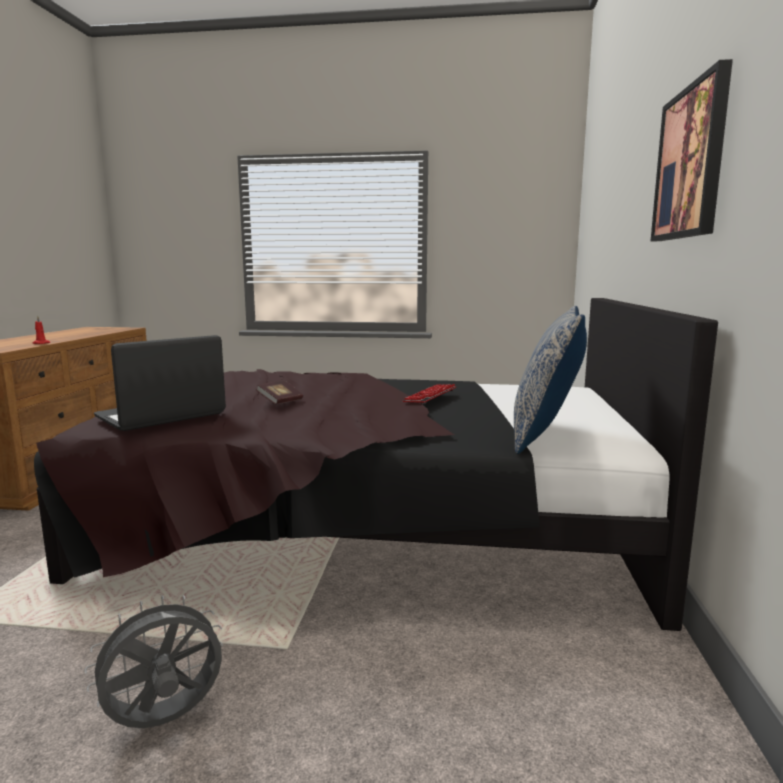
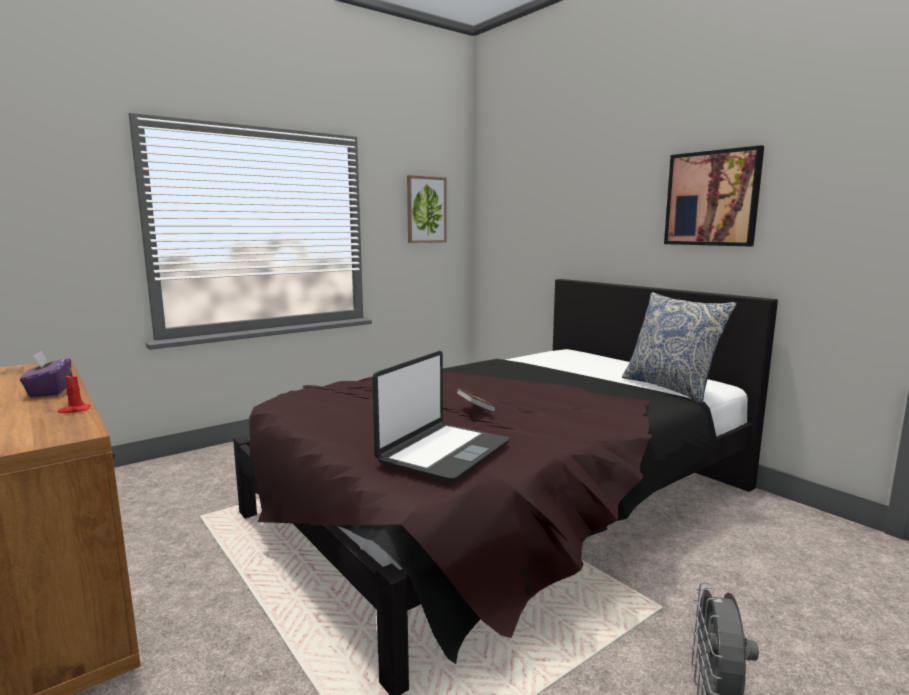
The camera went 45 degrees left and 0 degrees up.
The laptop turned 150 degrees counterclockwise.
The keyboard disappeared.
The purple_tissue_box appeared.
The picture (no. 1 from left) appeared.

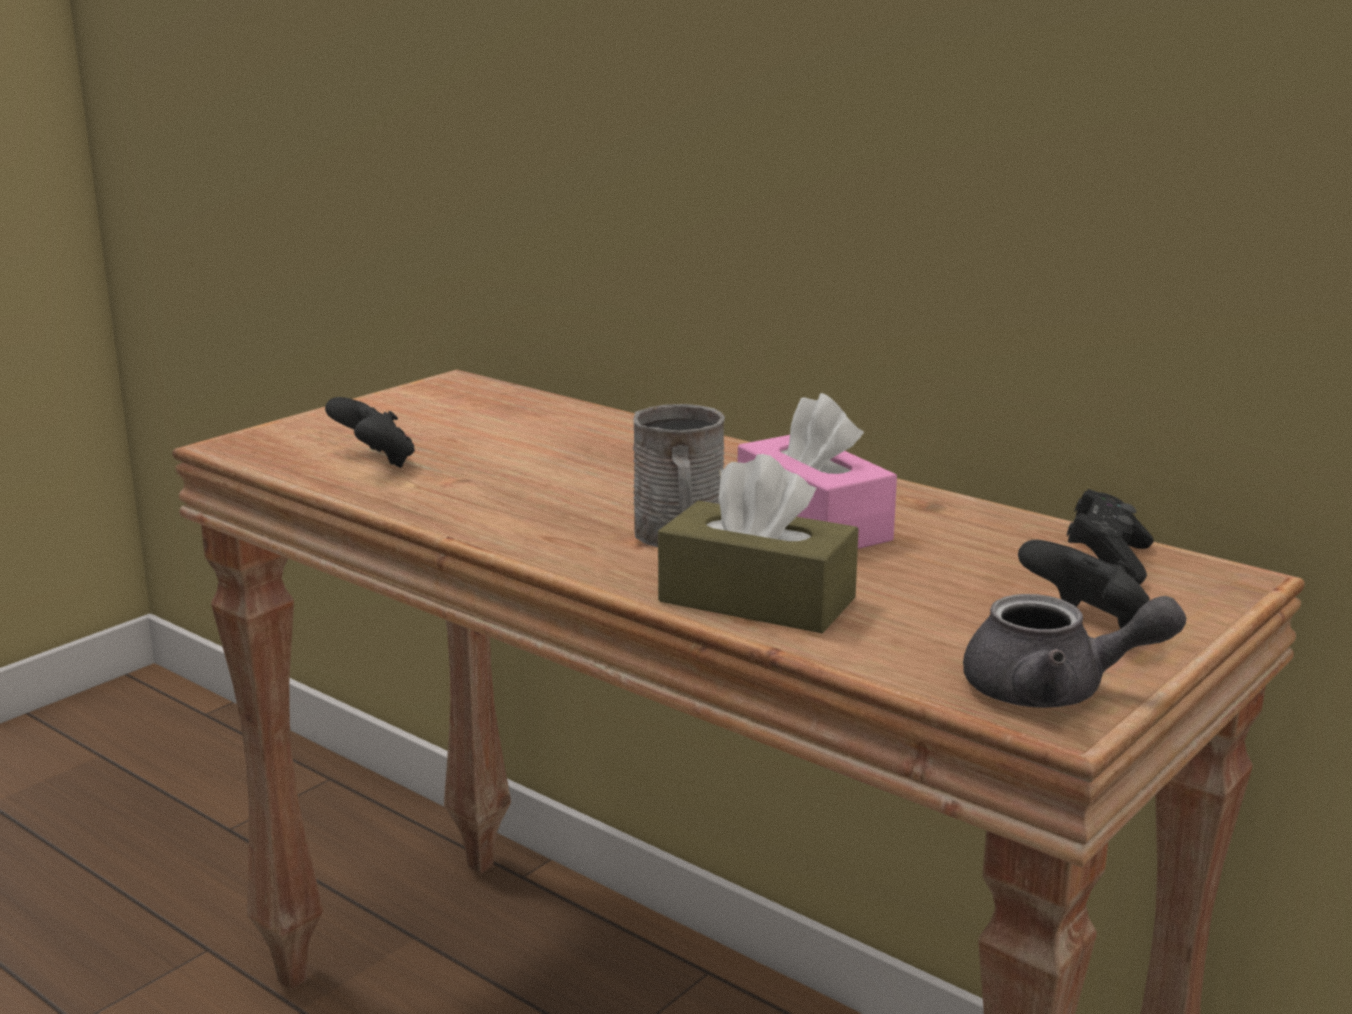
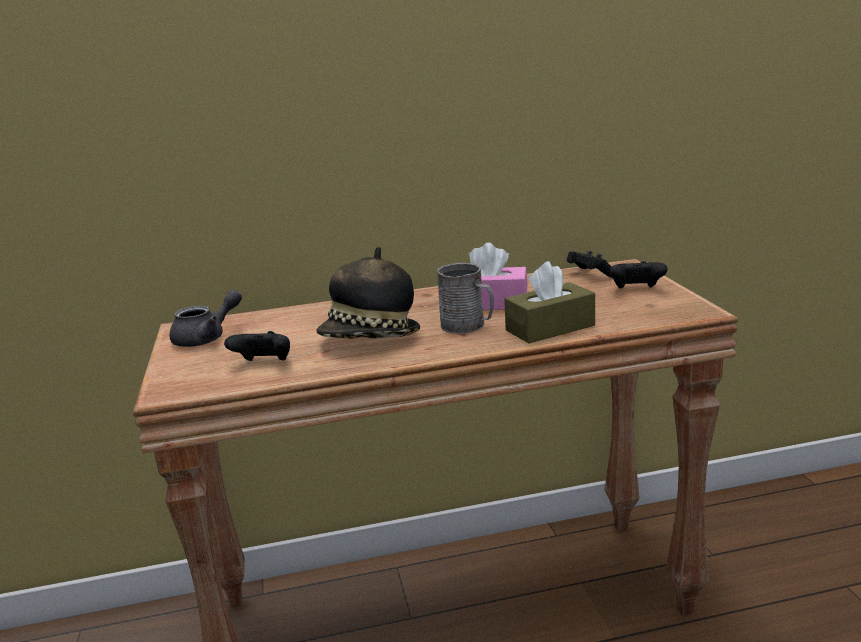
The camera went 50 degrees left and 0 degrees up.
The grey_teapot moved.
The hat appeared.

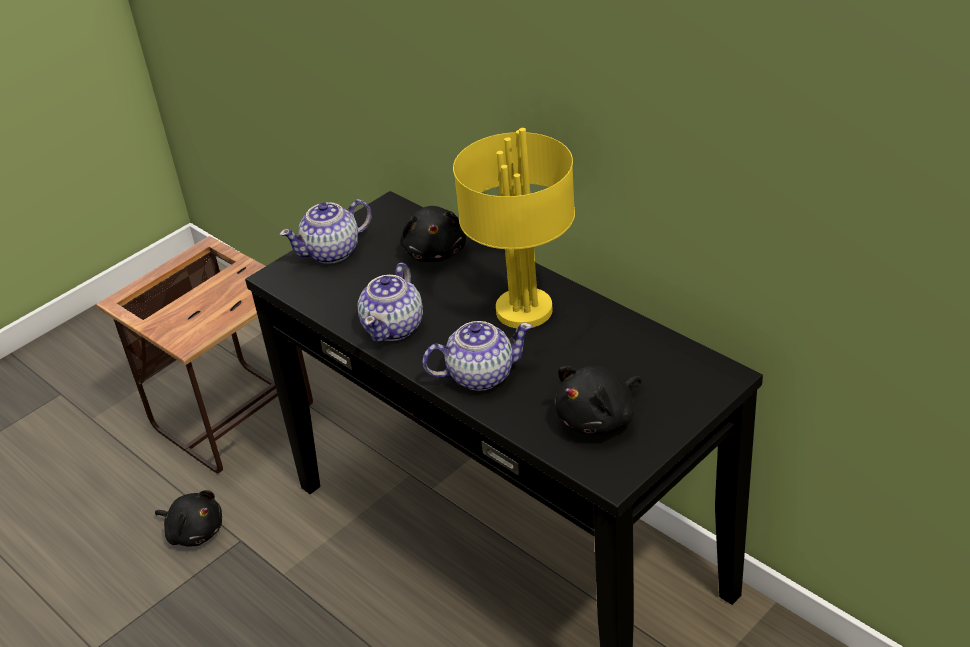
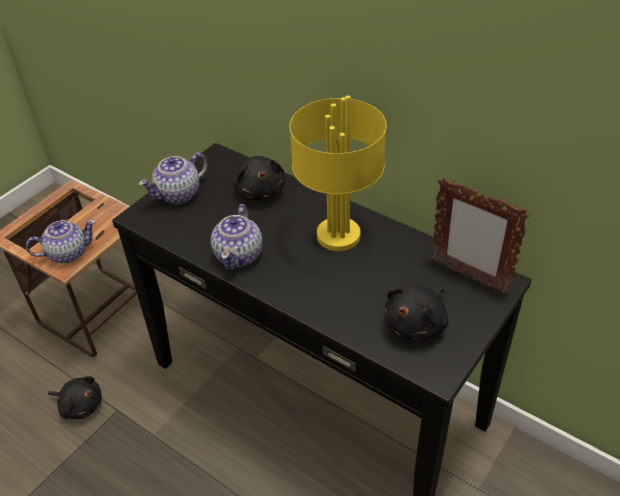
The camera went 10 degrees left and 5 degrees up.
The teapot (no. 3 from left in the first image) moved.
The picture_frame appeared.

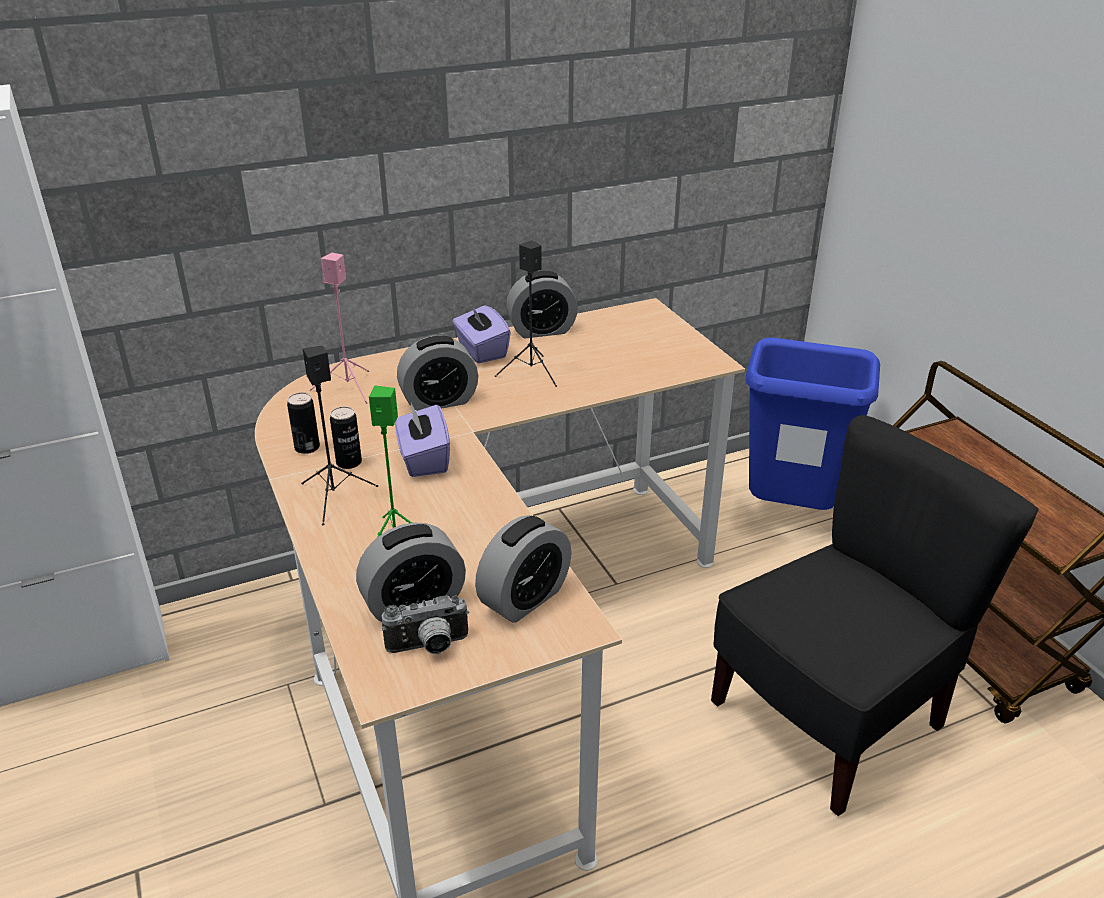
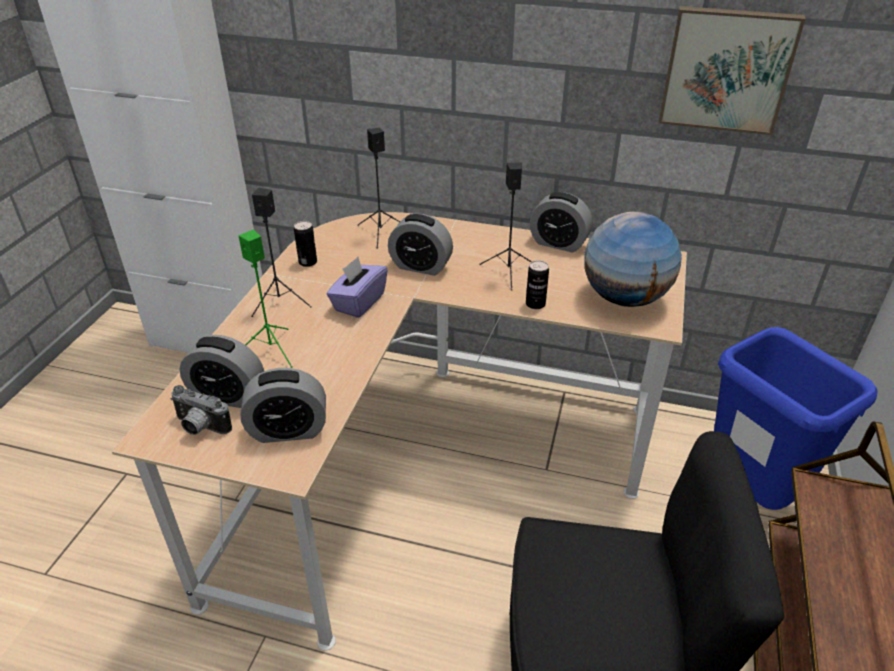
The camera went 40 degrees right and 5 degrees up.
The pink_speaker became the black_speaker (no. 2 from left).
The can (no. 2 from left) moved.
The purple_tissue_box (no. 2 from left) disappeared.
The globe appeared.
The picture appeared.

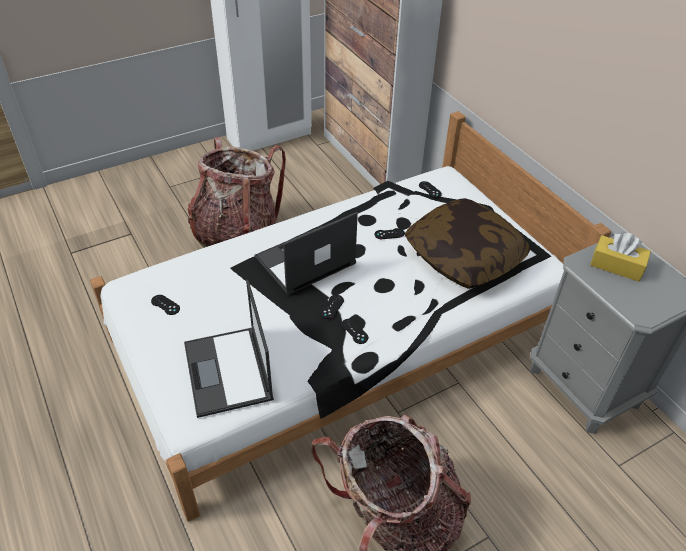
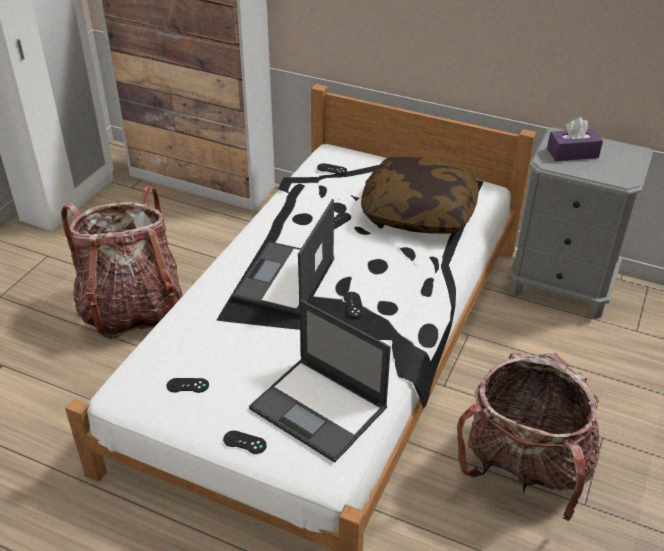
The camera went 35 degrees left and 5 degrees down.
The black_game_controller (no. 3 from left in the first image) moved.
The yellow_tissue_box became the purple_tissue_box.

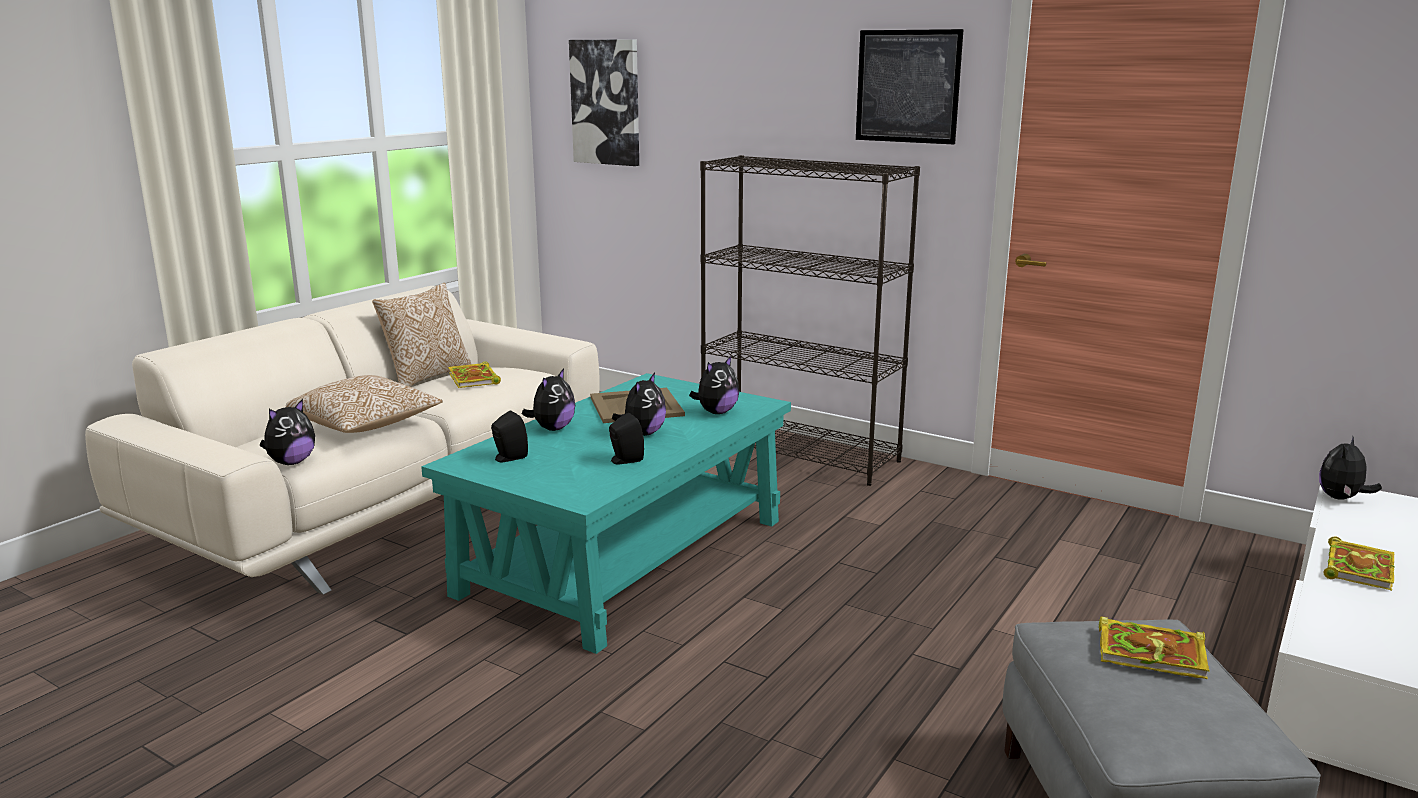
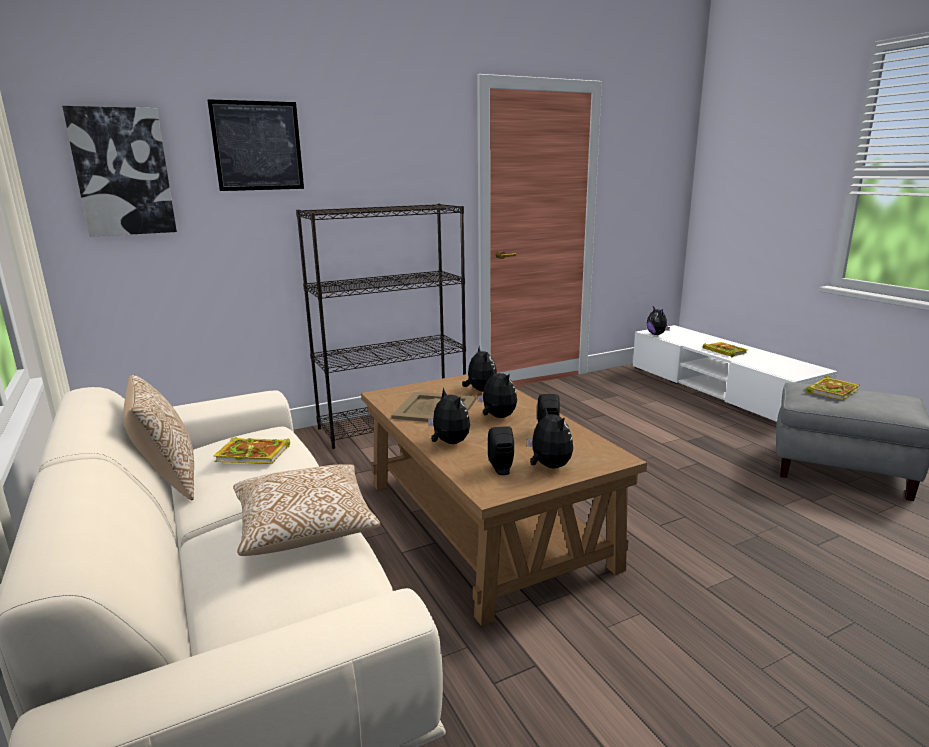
The camera went 60 degrees left and 0 degrees up.
The plush_toy (no. 1 from left in the first image) moved.
The turquoise_coffee_table became the brown_coffee_table.
The picture (no. 2 from left) moved.

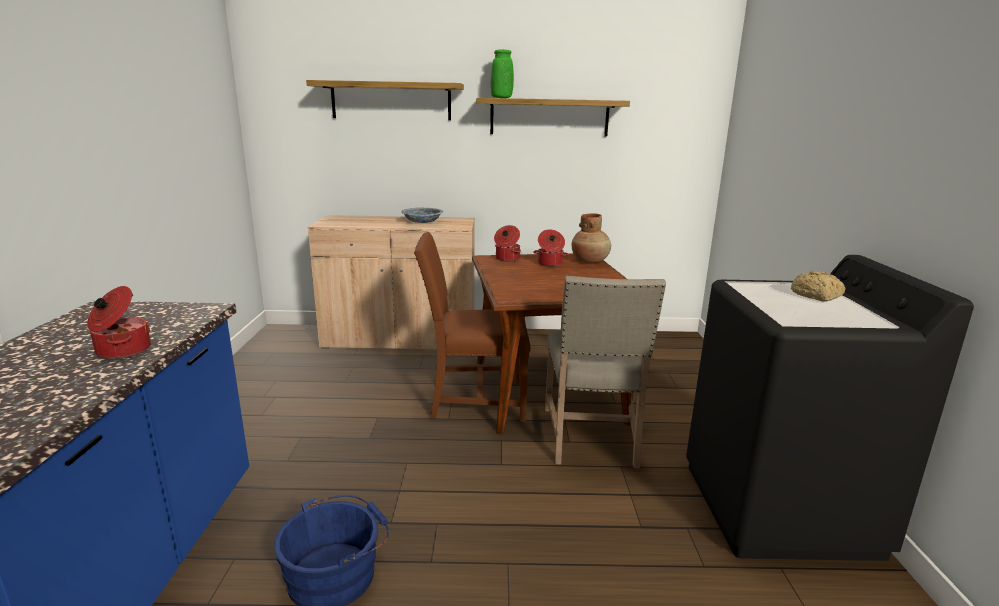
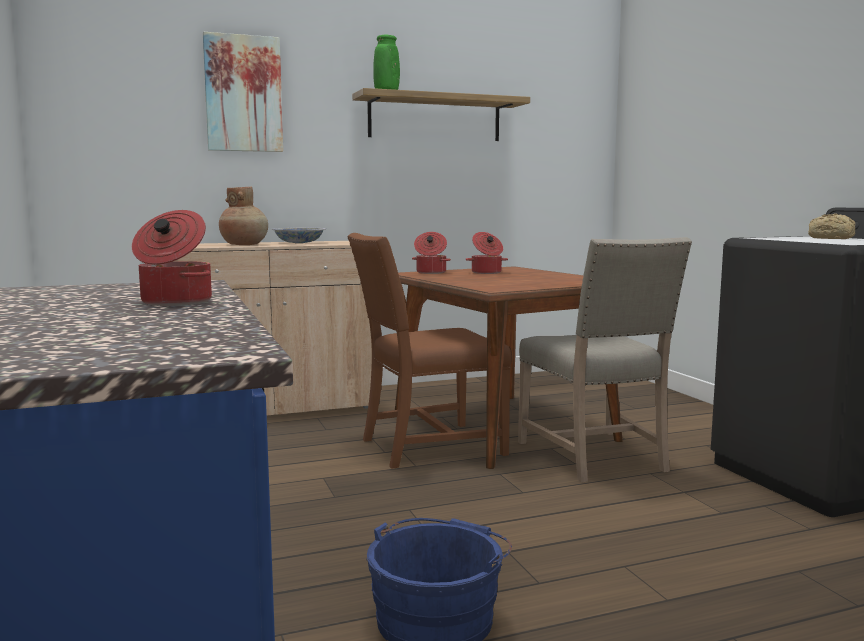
The camera went 20 degrees left and 10 degrees down.
The shelf (no. 1 from left) was replaced by the picture.
The brown_vase moved.

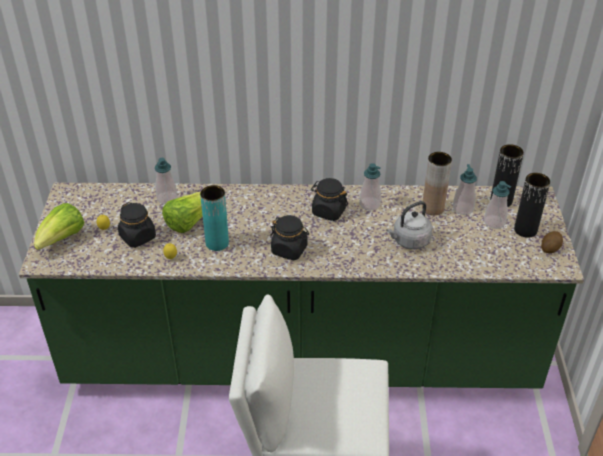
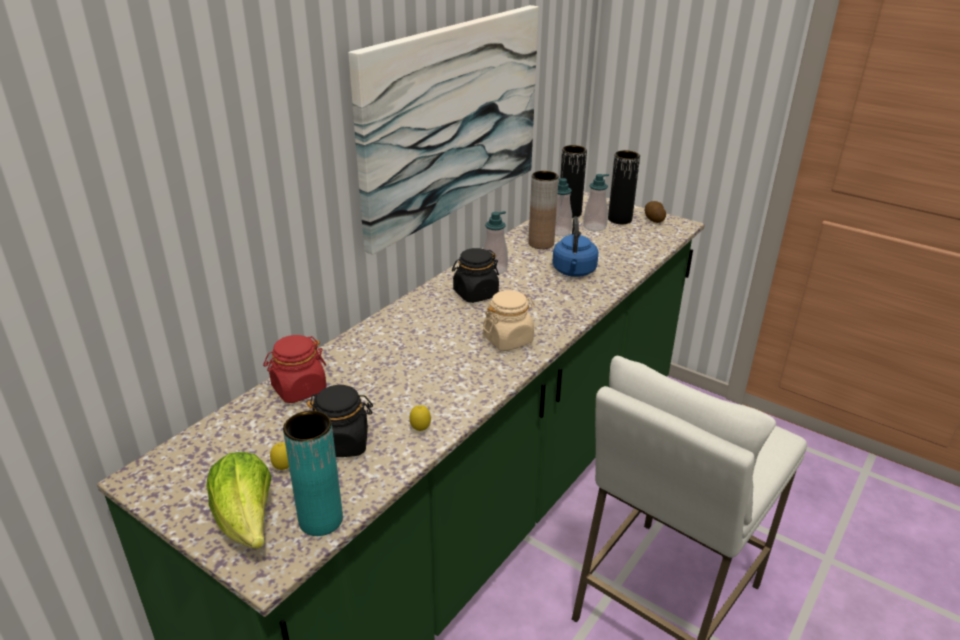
The camera went 55 degrees left and 10 degrees down.
The soap_dispenser (no. 1 from left) was replaced by the red_jar.
The lettuce (no. 2 from left) disappeared.
The turquoise_vase moved.
The black_jar (no. 2 from left) became the beige_jar.
The grey_kettle became the blue_kettle.
The picture appeared.

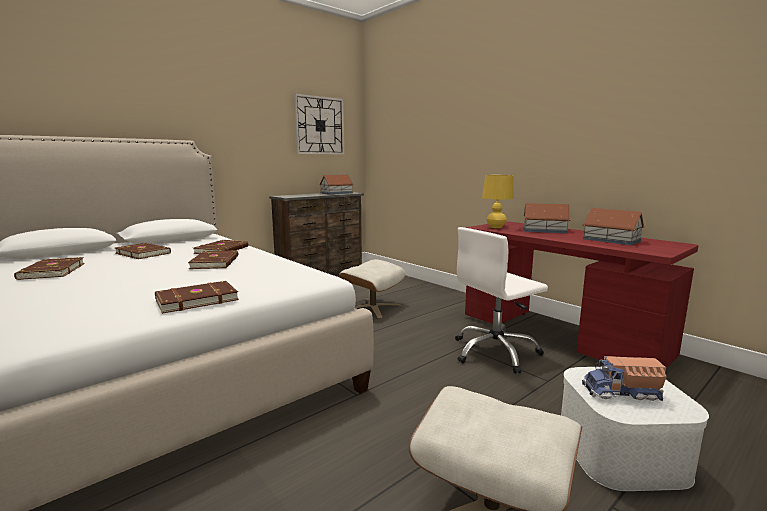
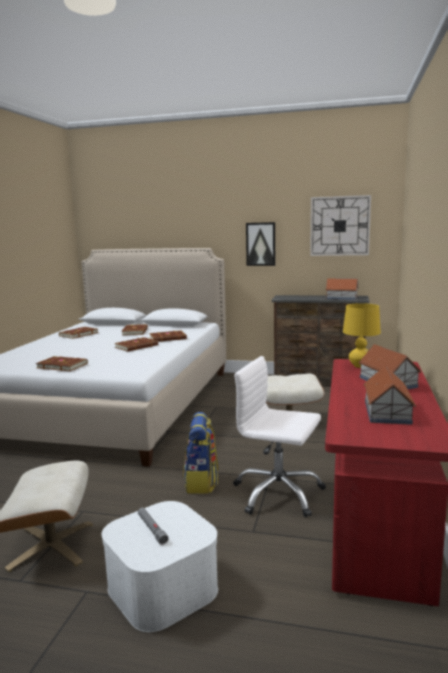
The camera went 55 degrees right and 0 degrees up.
The toy_truck was replaced by the grey_flashlight.
The backpack appeared.
The picture appeared.

